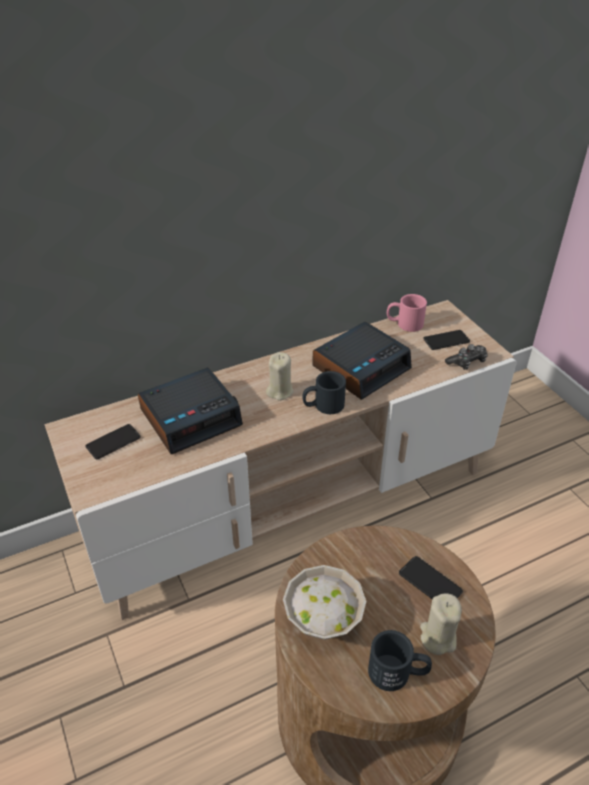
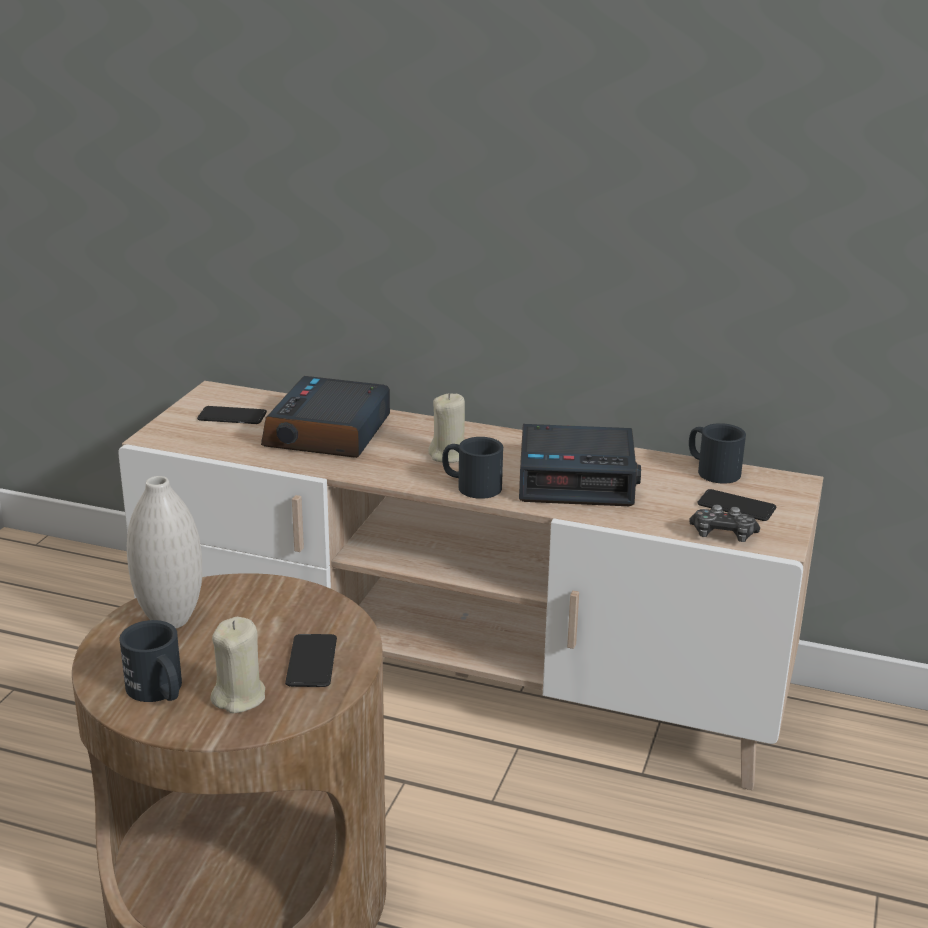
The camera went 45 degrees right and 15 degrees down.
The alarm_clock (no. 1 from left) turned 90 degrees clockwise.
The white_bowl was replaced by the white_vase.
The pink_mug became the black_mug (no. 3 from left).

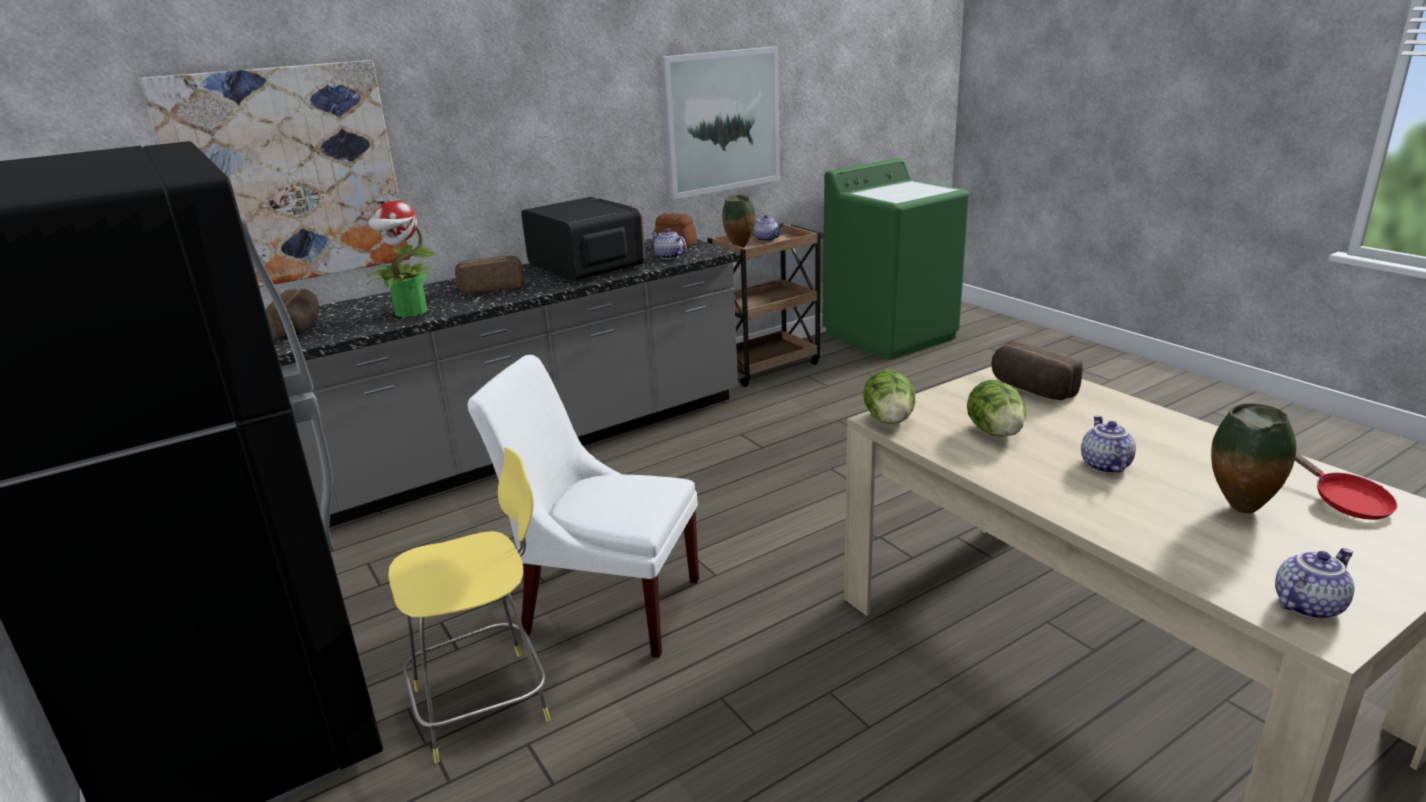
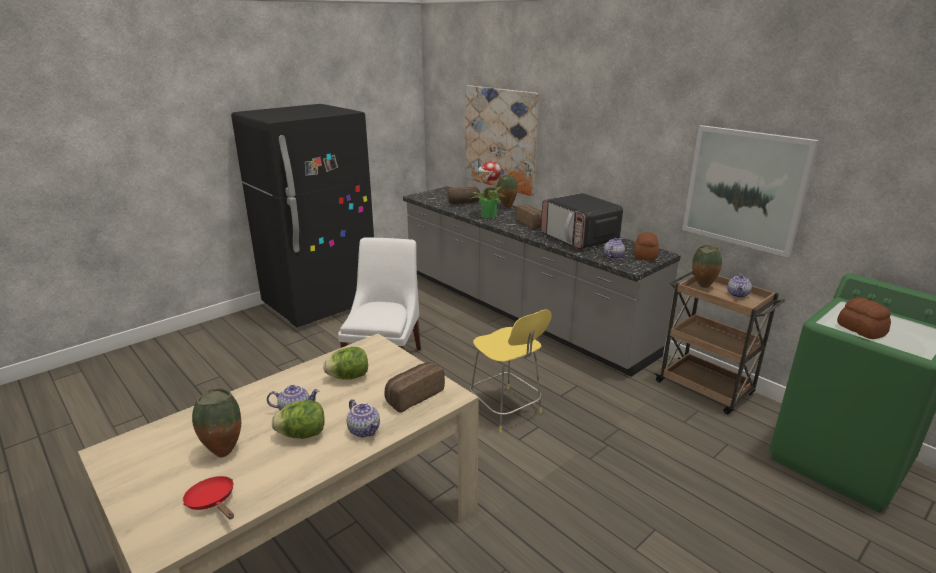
The camera went 80 degrees right and 0 degrees up.
The yellow_stool moved.
The microwave turned 105 degrees clockwise.
The lettuce (no. 1 from left) moved.
The teapot (no. 4 from left in the first image) moved.
The red_frying_pan turned 75 degrees clockwise.
The vase (no. 2 from left) appeared.
The bread (no. 5 from left) appeared.

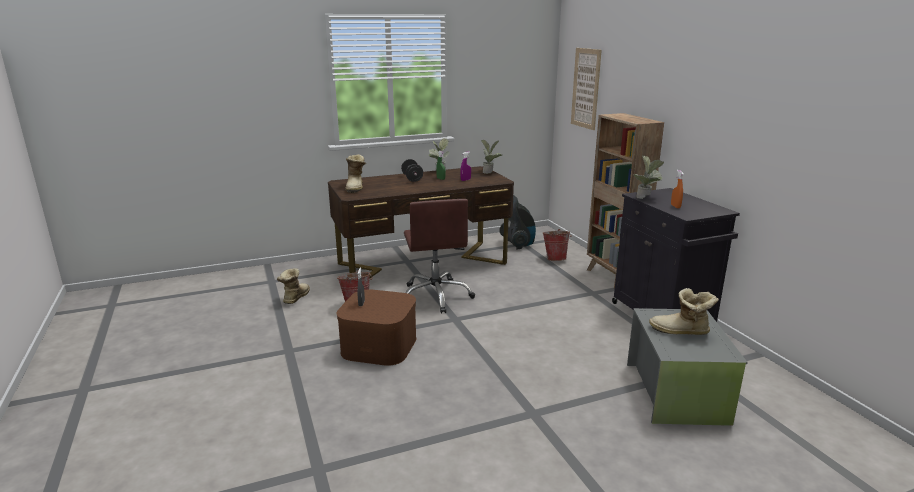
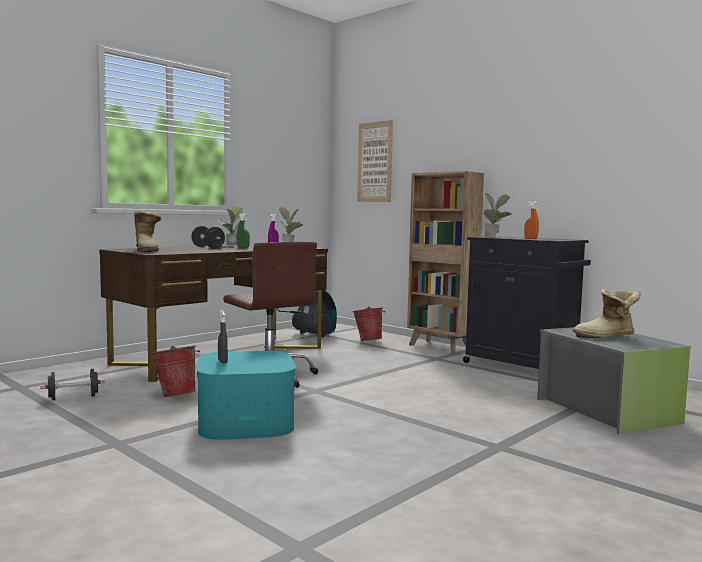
The camera went 25 degrees left and 15 degrees down.
The boot (no. 1 from left) was replaced by the black_dumbbell (no. 1 from left).
The brown_storage_box became the turquoise_storage_box.

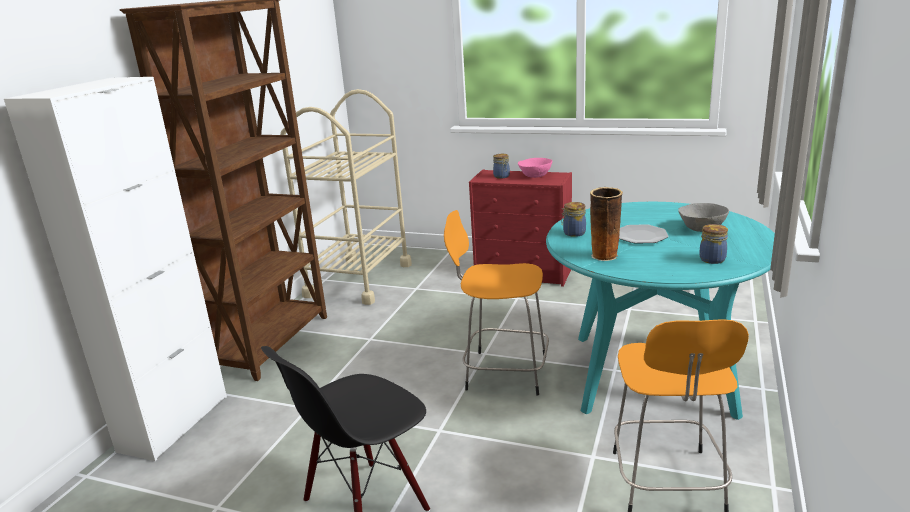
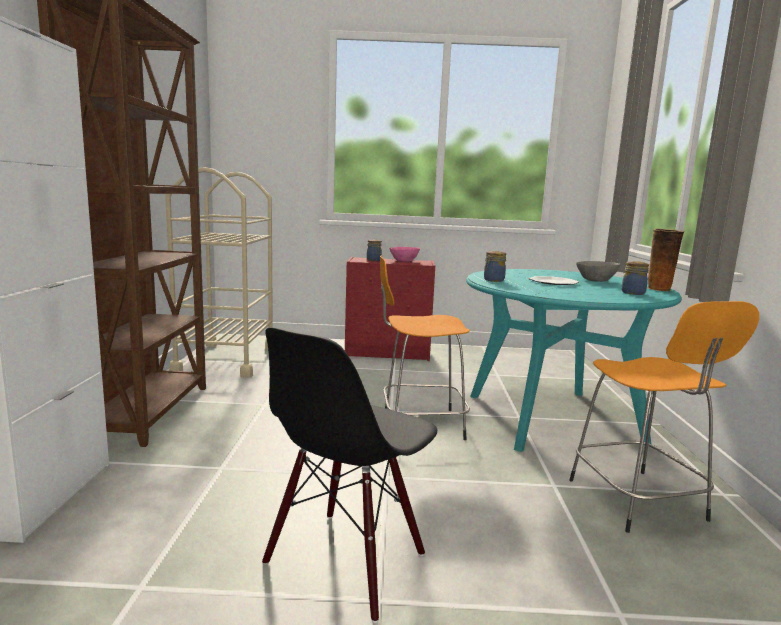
The camera went 20 degrees left and 10 degrees down.
The vase moved.

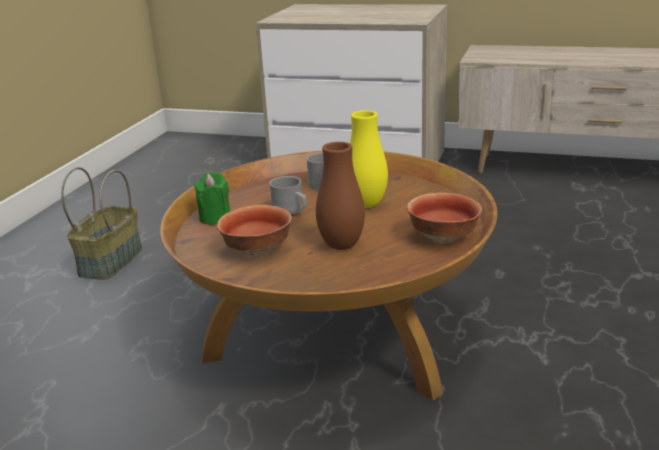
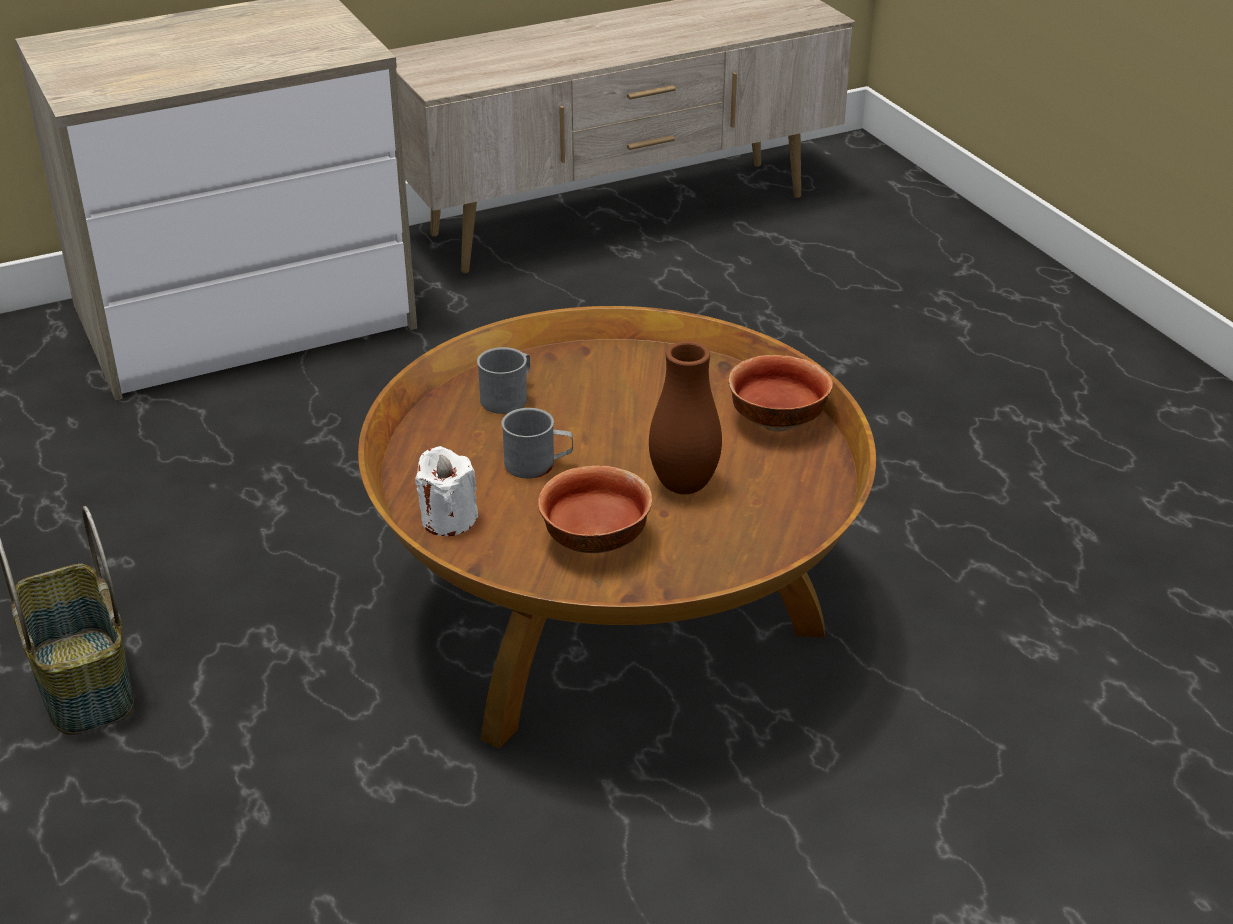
The camera went 45 degrees left and 10 degrees up.
The green_candle became the white_candle.
The yellow_vase disappeared.

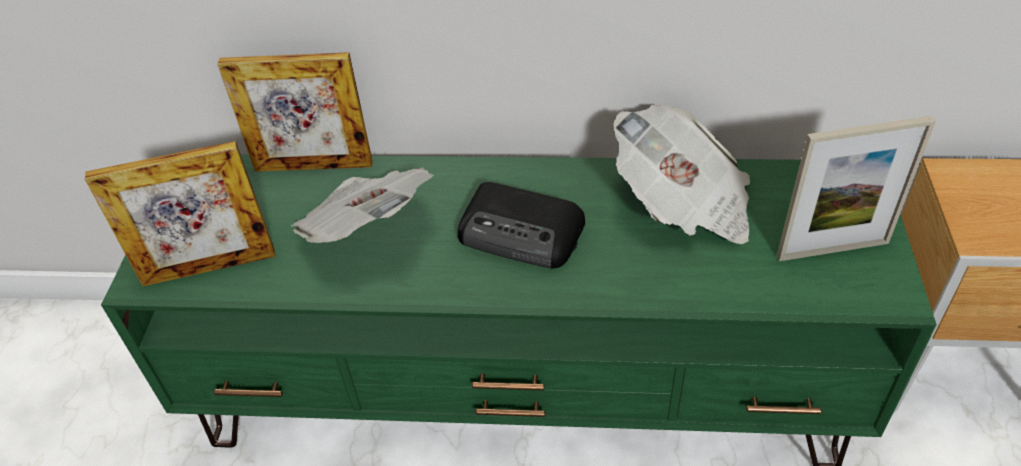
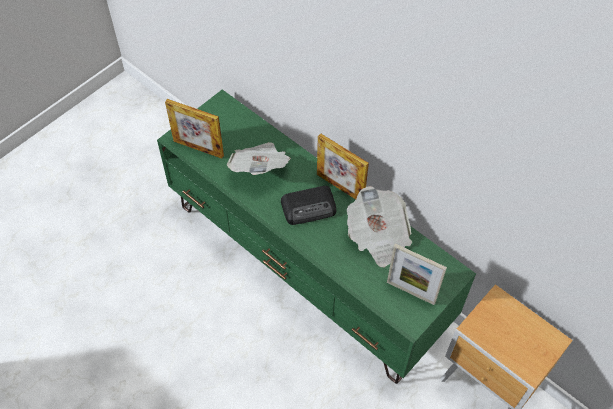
The camera went 35 degrees right and 10 degrees up.
The picture_frame (no. 2 from left) moved.
The radio turned 75 degrees counterclockwise.

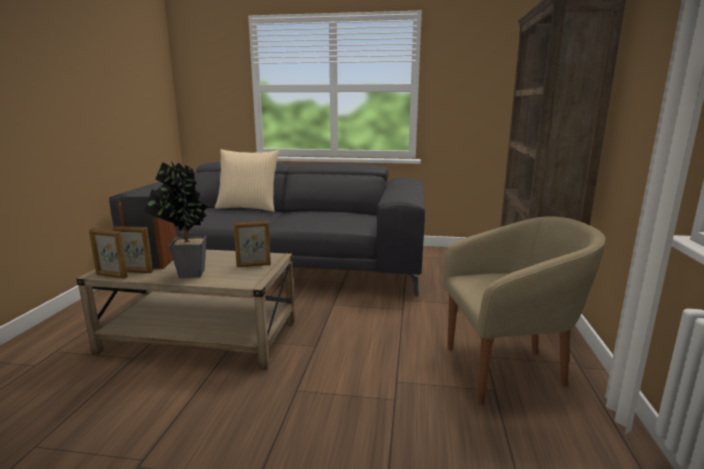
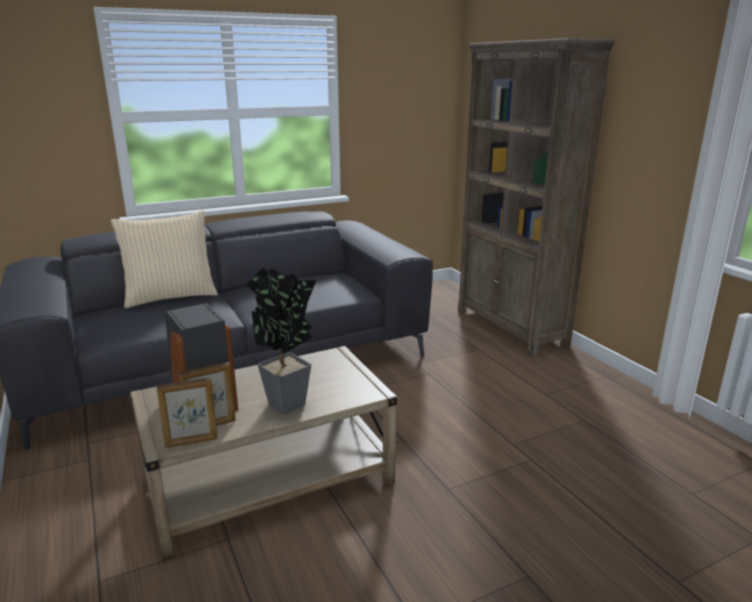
The camera went 35 degrees left and 5 degrees up.
The picture_frame (no. 3 from left) disappeared.
The beige_armchair disappeared.

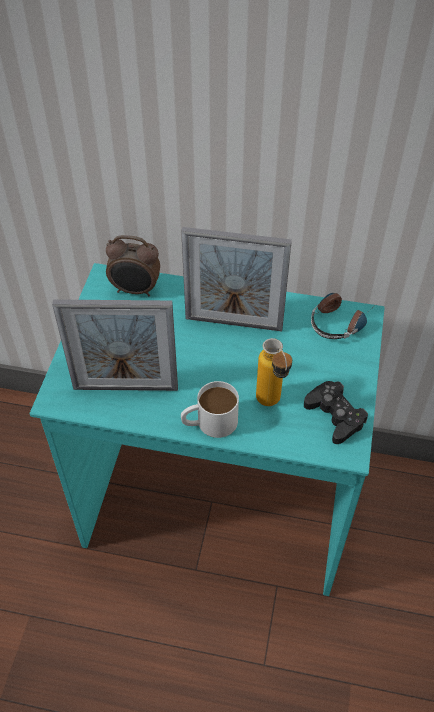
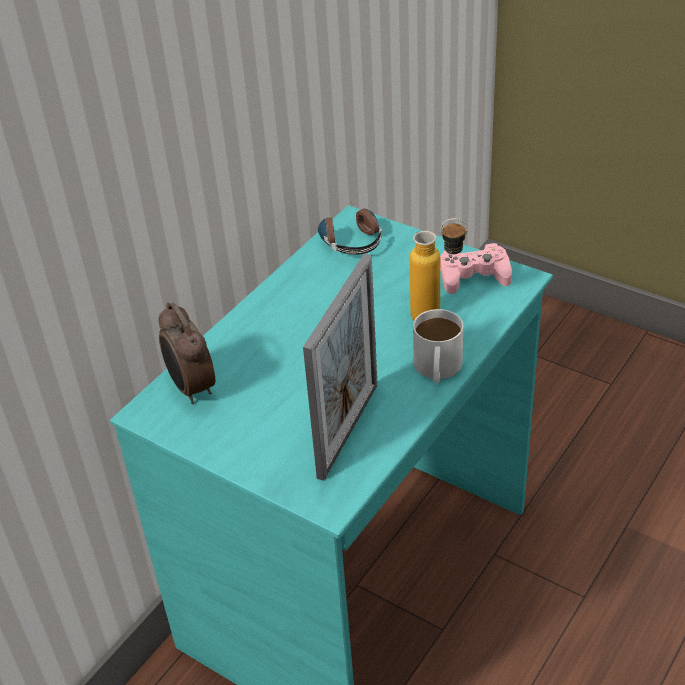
The camera went 65 degrees left and 10 degrees down.
The alarm_clock turned 120 degrees clockwise.
The picture_frame (no. 2 from left) disappeared.
The black_game_controller became the pink_game_controller.

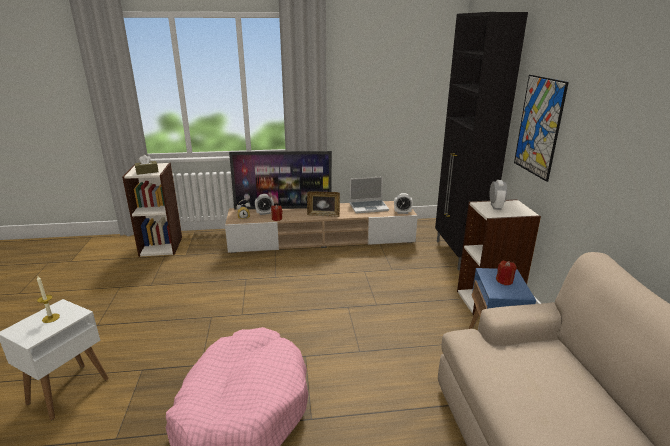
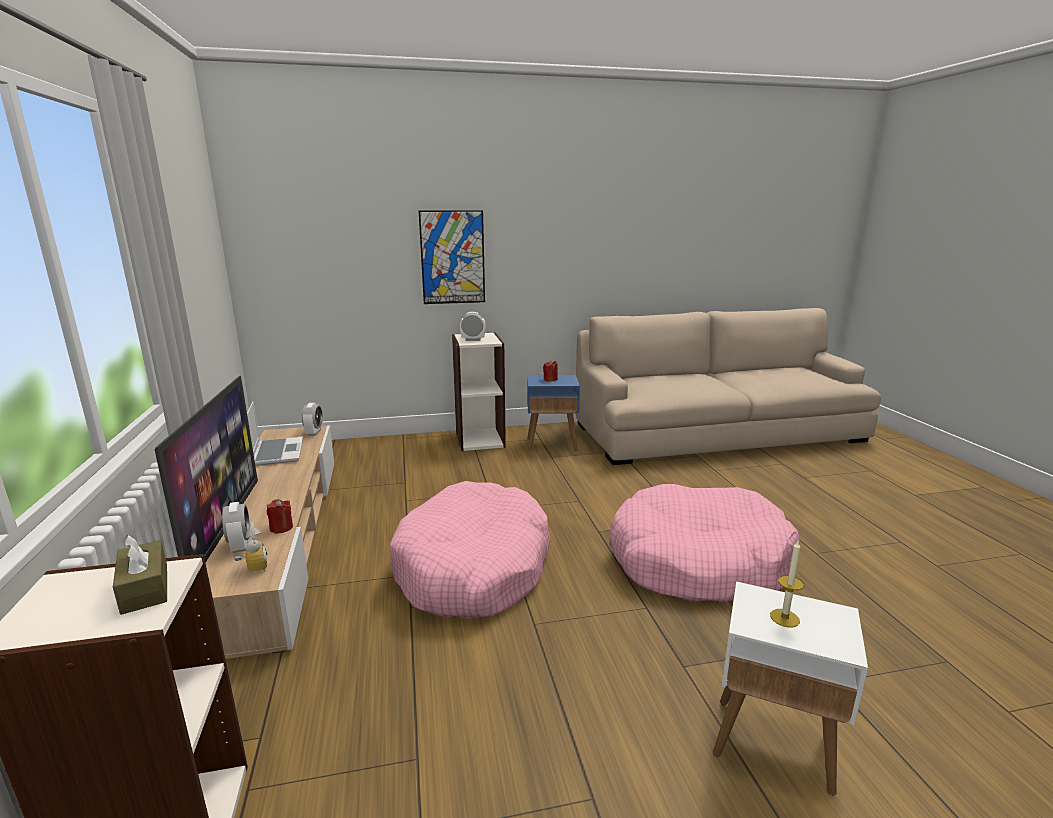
The camera went 95 degrees left and 5 degrees down.
The picture_frame disappeared.
The black_cabinet disappeared.
The pink_dog_bed (no. 1 from left) appeared.

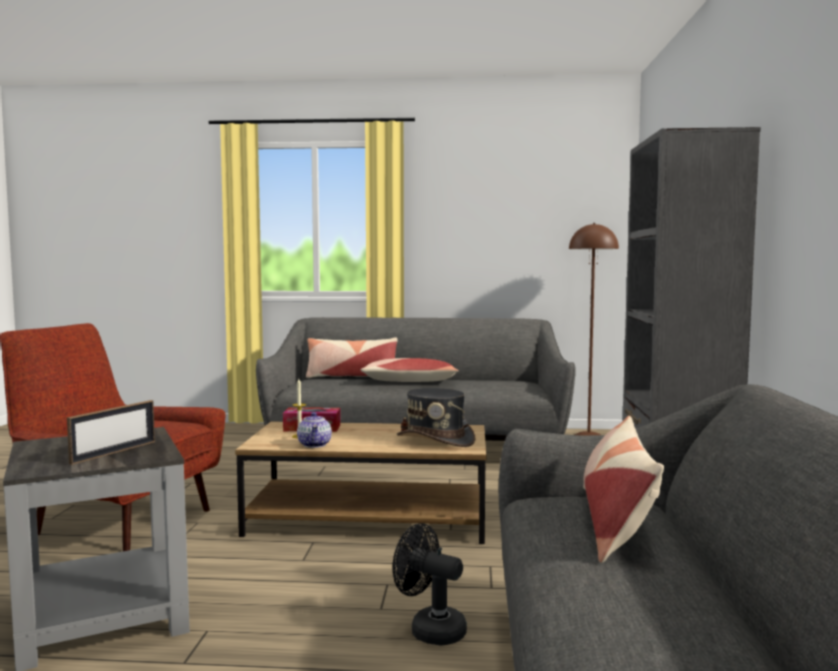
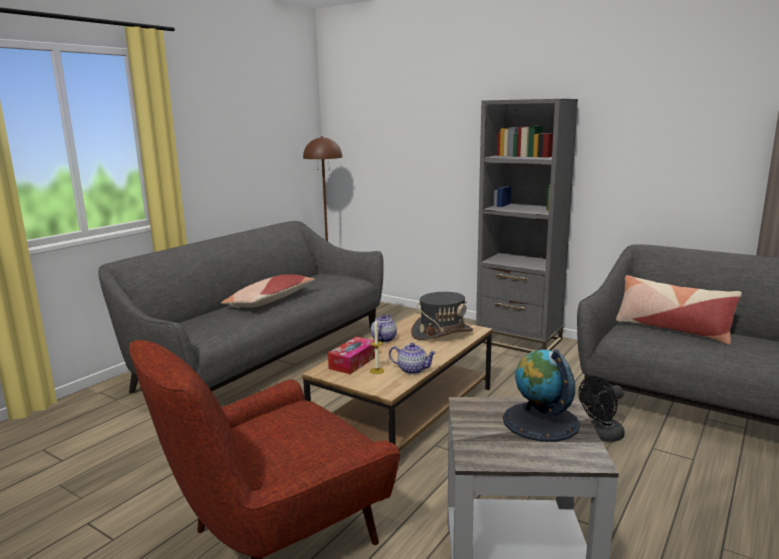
The camera went 60 degrees left and 10 degrees up.
The picture_frame was replaced by the globe.
The pillow (no. 1 from left) disappeared.
The teapot (no. 1 from left) appeared.

